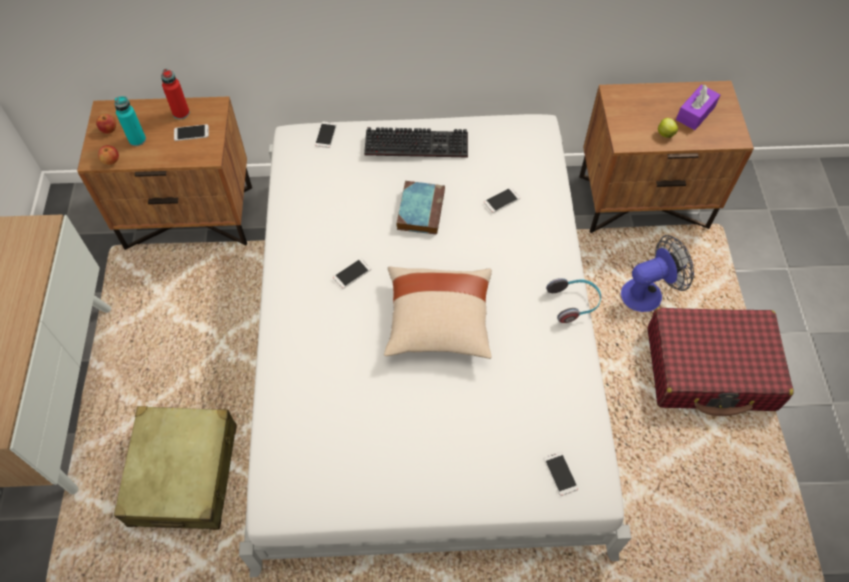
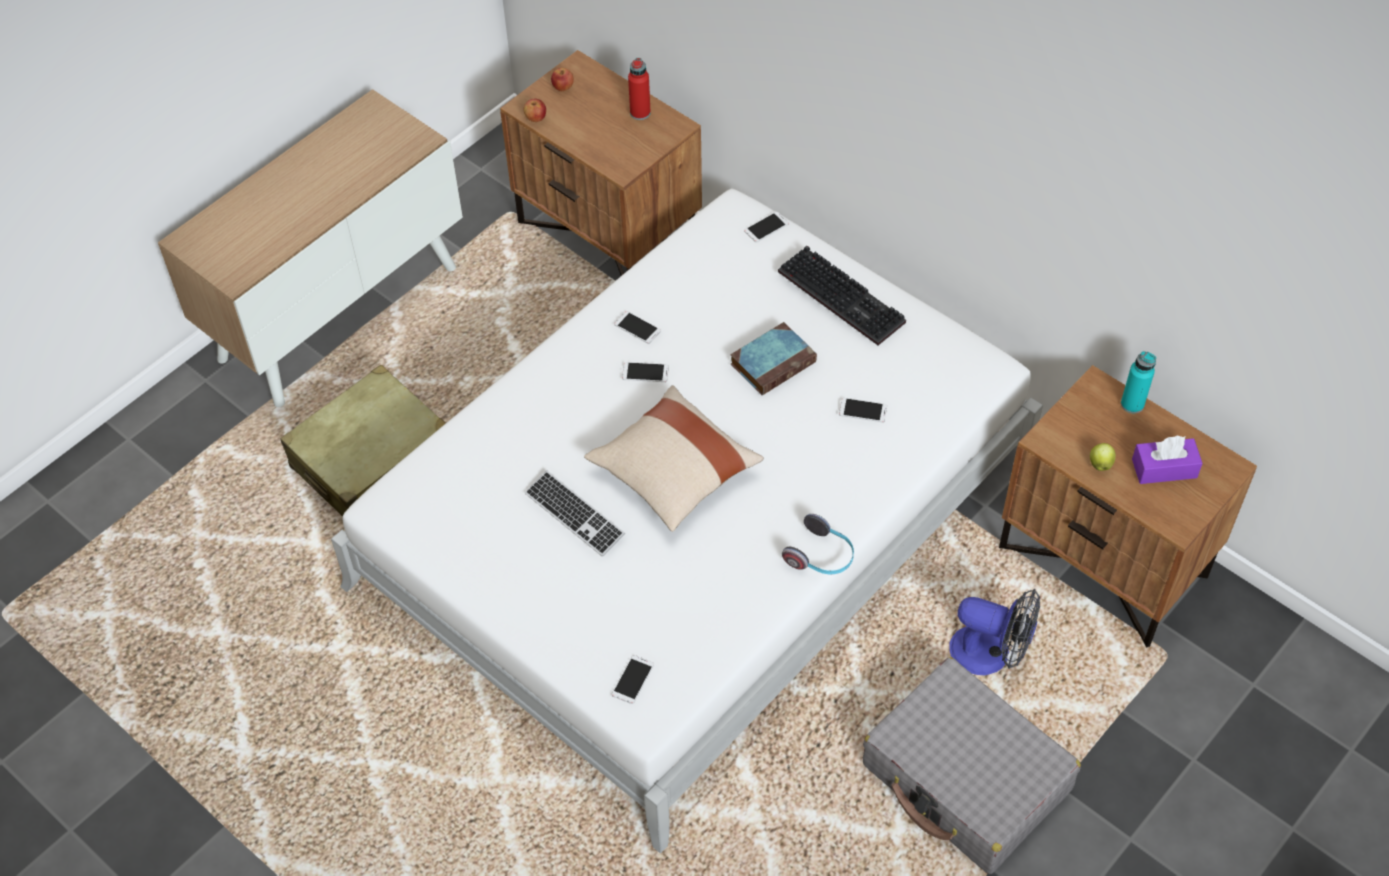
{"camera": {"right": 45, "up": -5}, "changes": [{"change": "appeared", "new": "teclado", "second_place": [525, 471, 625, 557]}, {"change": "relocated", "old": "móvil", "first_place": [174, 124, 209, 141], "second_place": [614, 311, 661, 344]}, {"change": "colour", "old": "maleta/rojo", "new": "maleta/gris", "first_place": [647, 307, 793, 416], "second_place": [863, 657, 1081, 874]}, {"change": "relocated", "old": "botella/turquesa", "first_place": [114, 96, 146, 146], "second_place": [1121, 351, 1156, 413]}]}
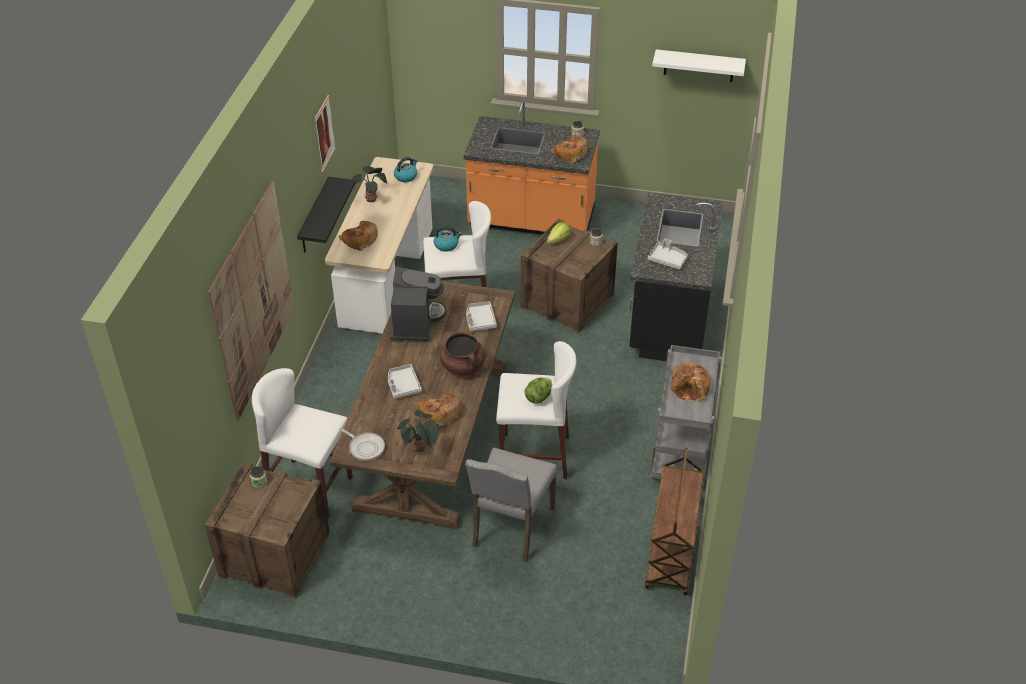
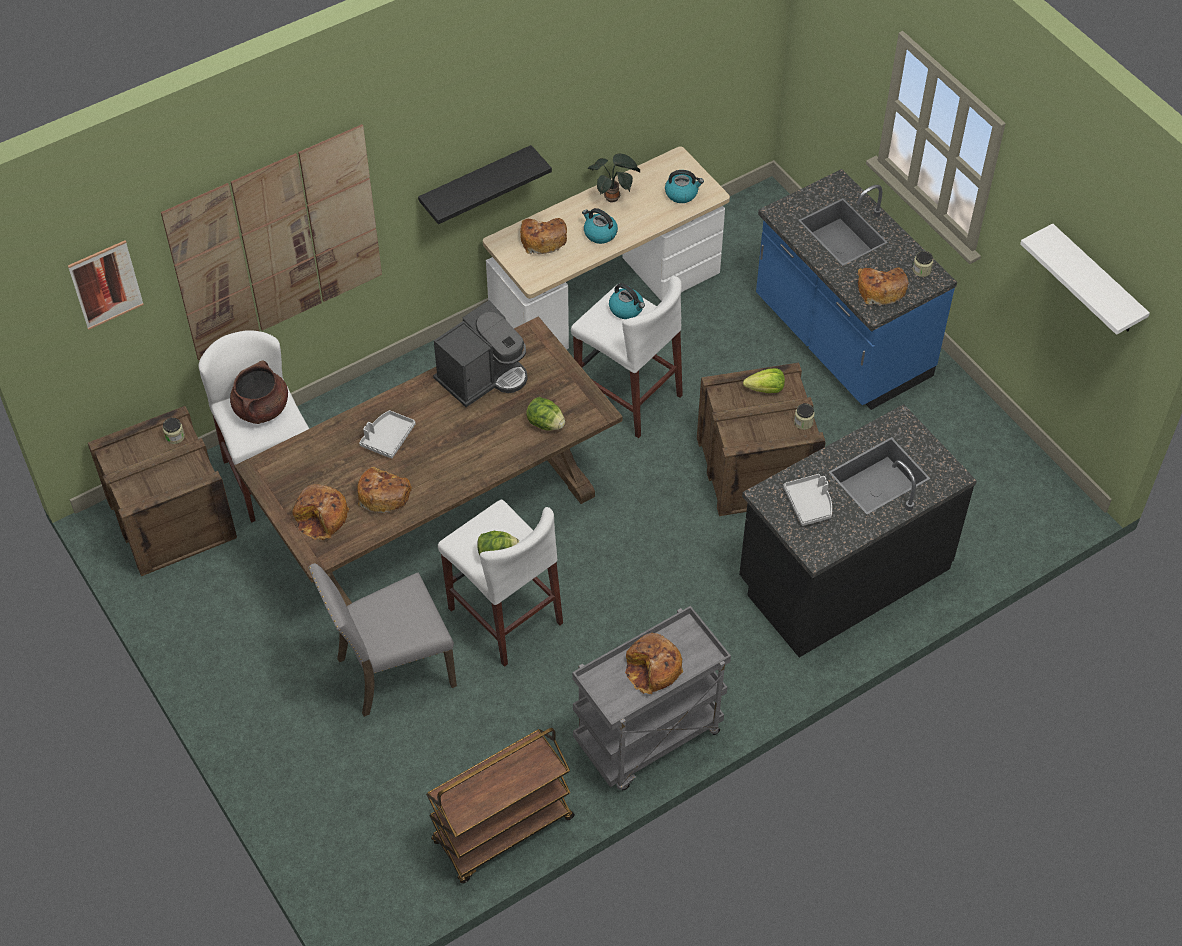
{"camera": {"right": 45, "up": 10}, "changes": [{"change": "relocated", "old": "cuadro", "first_place": [315, 95, 336, 172], "second_place": [68, 240, 144, 330]}, {"change": "relocated", "old": "olla/marrón", "first_place": [440, 332, 485, 376], "second_place": [230, 360, 288, 424]}, {"change": "exchanged", "old": "planta en maceta", "new": "pan", "first_place": [397, 410, 438, 452], "second_place": [292, 484, 350, 540]}, {"change": "exchanged", "old": "bandeja/gris", "new": "lechuga", "first_place": [466, 301, 497, 331], "second_place": [526, 397, 565, 430]}, {"change": "appeared", "new": "hervidor", "second_place": [582, 208, 618, 244]}, {"change": "colour", "old": "mueble bajo de cocina/naranja", "new": "mueble bajo de cocina/azul", "first_place": [464, 101, 600, 235], "second_place": [756, 169, 957, 410]}, {"change": "missing", "old": "sartén", "first_place": [339, 428, 385, 461]}]}
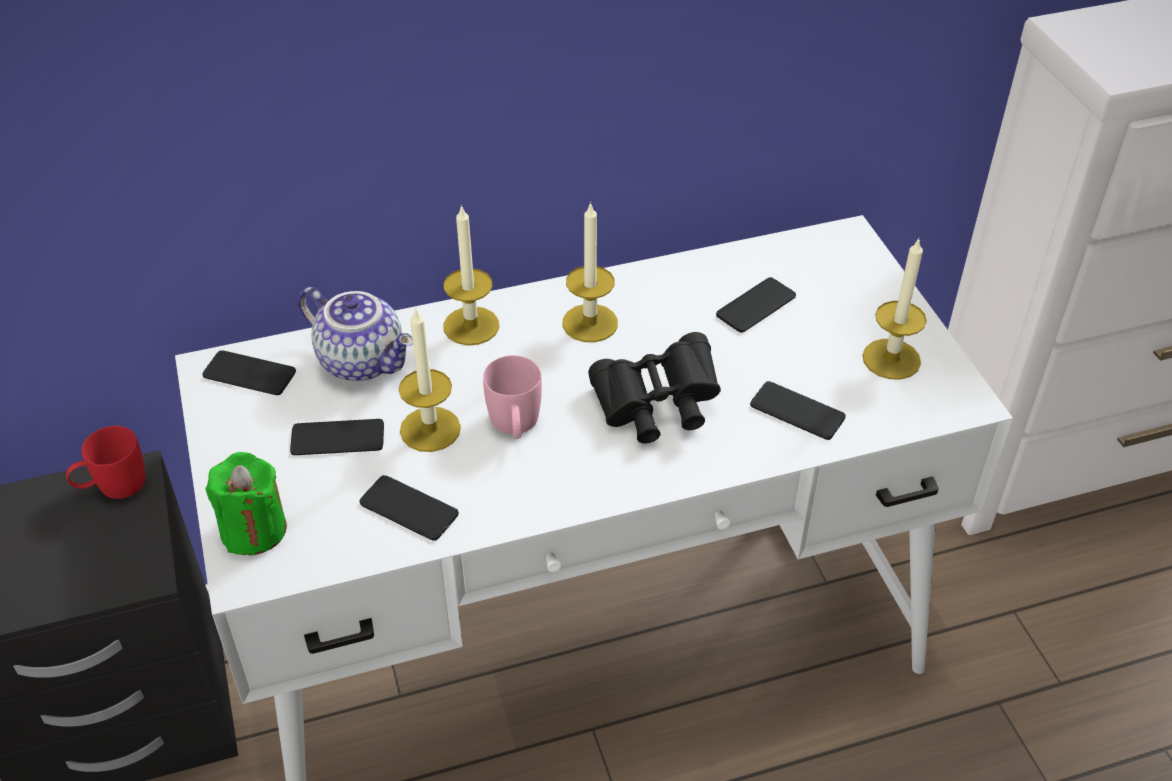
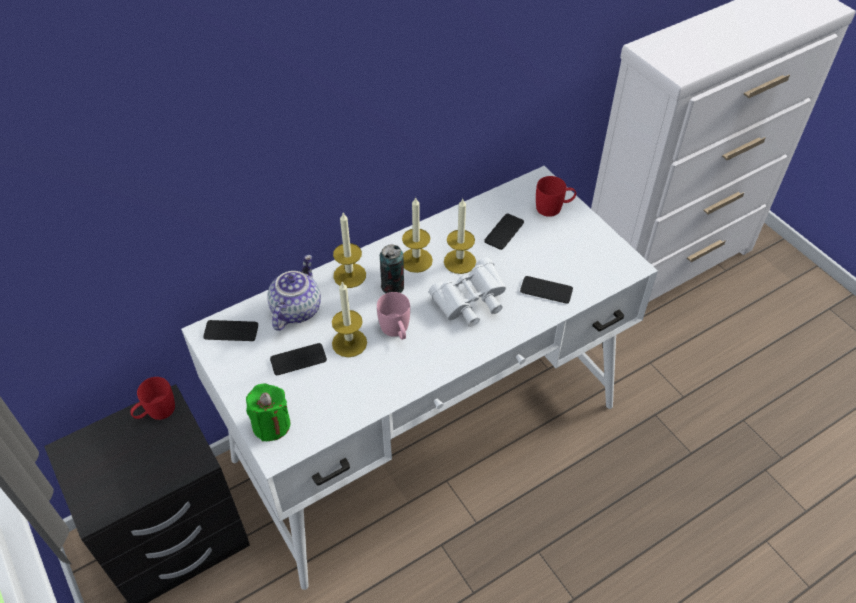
{"camera": {"right": -15, "up": 5}, "changes": [{"change": "spun", "old": "tetera", "first_place": [298, 287, 413, 382], "second_place": [267, 255, 321, 331], "degrees": -90}, {"change": "appeared", "new": "lata", "second_place": [380, 244, 404, 293]}, {"change": "colour", "old": "prismáticos/negro", "new": "prismáticos/blanco", "first_place": [588, 332, 721, 444], "second_place": [429, 257, 506, 327]}, {"change": "relocated", "old": "vela", "first_place": [863, 237, 927, 380], "second_place": [444, 199, 476, 274]}, {"change": "appeared", "new": "taza grande/rojo", "second_place": [536, 176, 576, 217]}, {"change": "missing", "old": "móvil", "first_place": [359, 475, 459, 541]}]}
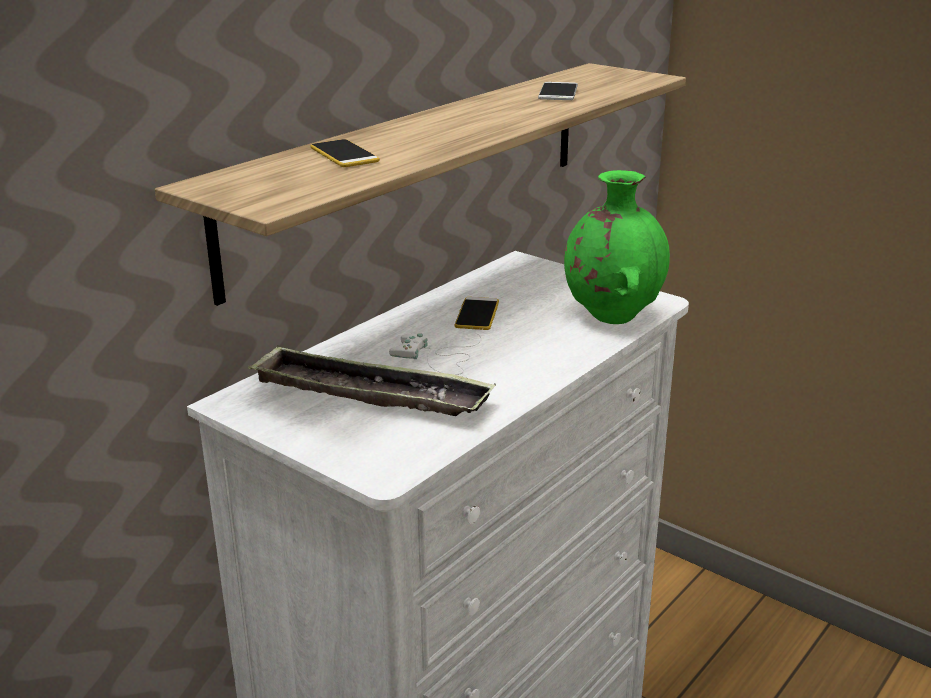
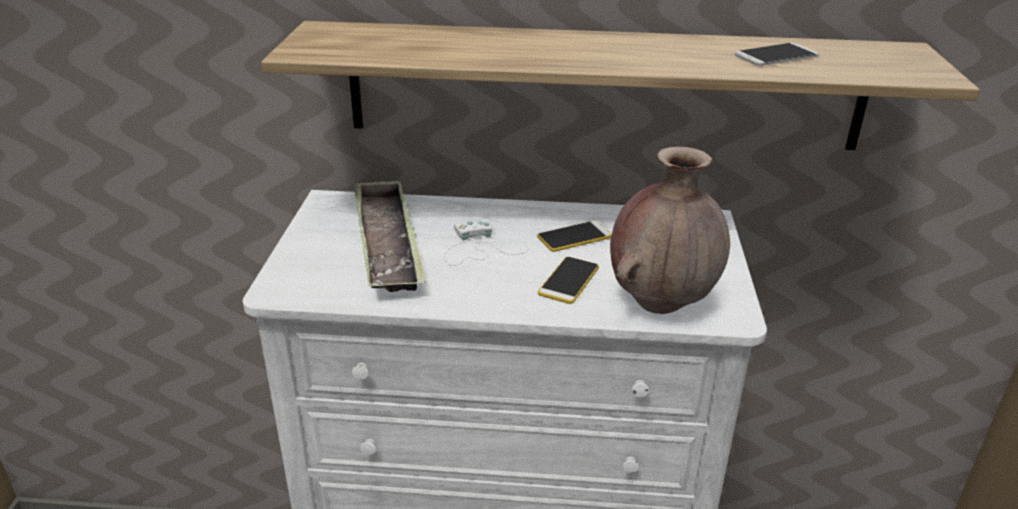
{"camera": {"right": 55, "up": 5}, "changes": [{"change": "relocated", "old": "móvil", "first_place": [310, 139, 380, 167], "second_place": [538, 257, 599, 304]}, {"change": "colour", "old": "florero/verde", "new": "florero/marrón", "first_place": [564, 170, 670, 324], "second_place": [610, 147, 730, 314]}]}
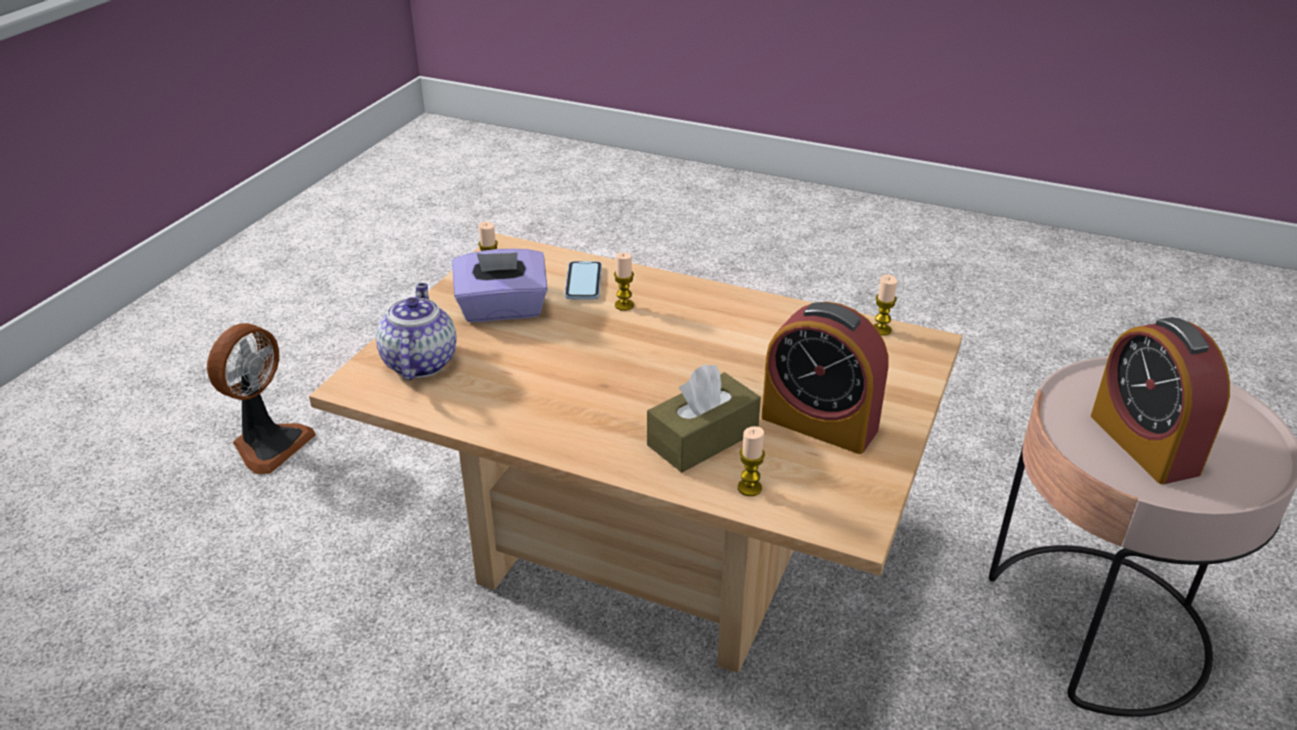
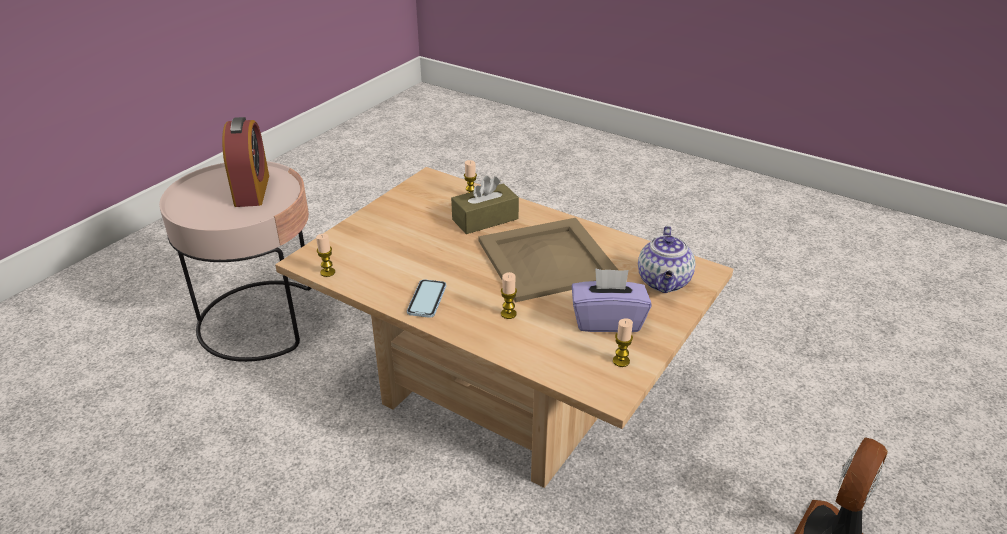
{"camera": {"right": -170, "up": 0}, "changes": [{"change": "relocated", "old": "móvil", "first_place": [565, 261, 602, 299], "second_place": [407, 279, 446, 318]}, {"change": "appeared", "new": "bandeja/beis", "second_place": [478, 218, 618, 302]}, {"change": "missing", "old": "despertador", "first_place": [761, 302, 888, 454]}]}
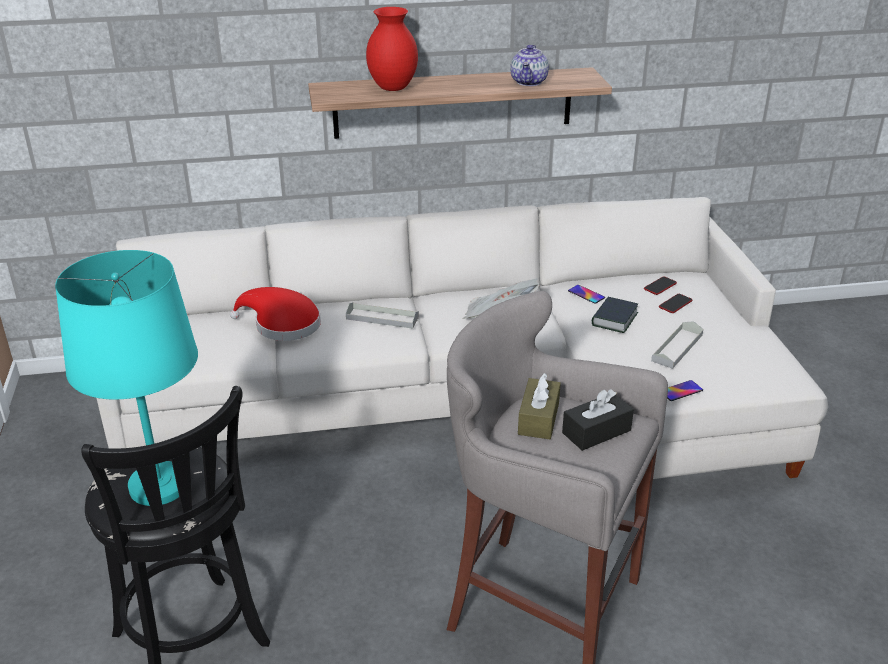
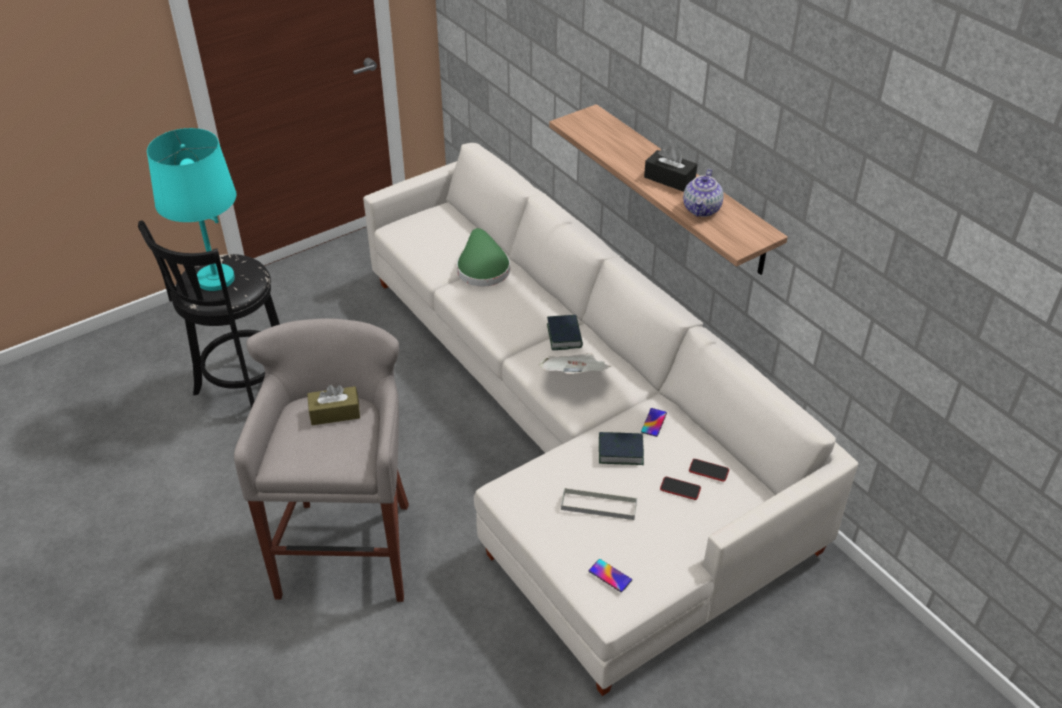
{"camera": {"right": 65, "up": 10}, "changes": [{"change": "colour", "old": "sombrero/rojo", "new": "sombrero/verde", "first_place": [230, 287, 321, 341], "second_place": [457, 228, 510, 287]}, {"change": "appeared", "new": "libro", "second_place": [547, 315, 583, 350]}, {"change": "relocated", "old": "móvil", "first_place": [667, 380, 703, 401], "second_place": [589, 559, 632, 592]}, {"change": "relocated", "old": "caja de pañuelos/negro", "first_place": [562, 389, 634, 451], "second_place": [644, 146, 697, 192]}, {"change": "spun", "old": "tetera", "first_place": [510, 45, 549, 86], "second_place": [683, 169, 724, 217], "degrees": -60}, {"change": "missing", "old": "bandeja/gris", "first_place": [346, 302, 419, 329]}, {"change": "missing", "old": "florero/rojo", "first_place": [366, 7, 418, 91]}]}
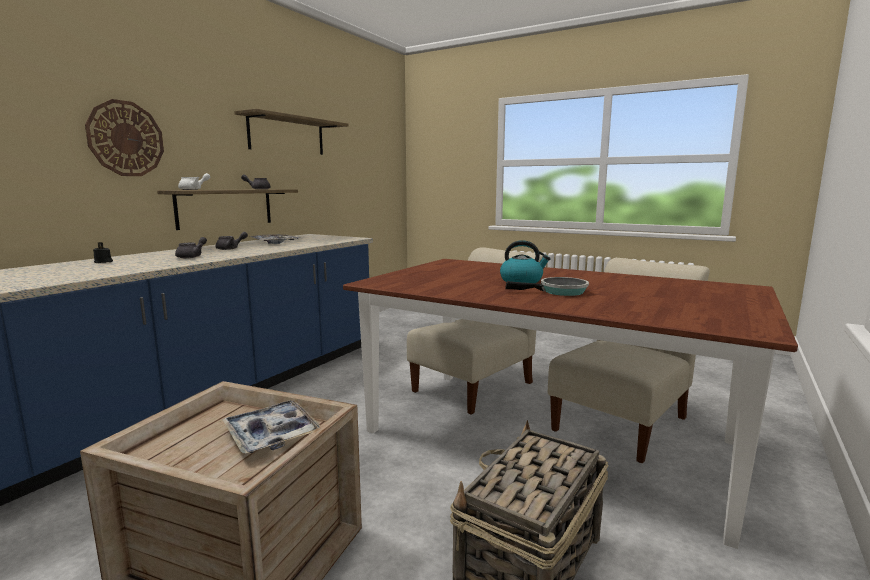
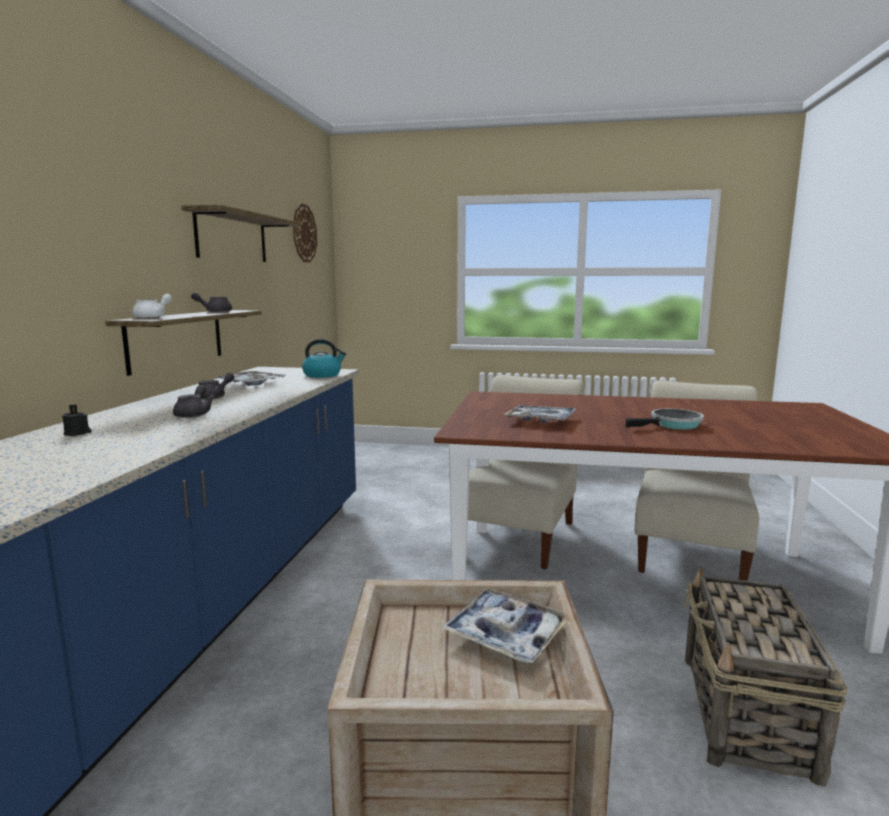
{"camera": {"right": -20, "up": 0}, "changes": [{"change": "relocated", "old": "reloj de pared", "first_place": [85, 99, 164, 176], "second_place": [293, 203, 317, 262]}, {"change": "relocated", "old": "hervidor", "first_place": [500, 240, 551, 283], "second_place": [302, 339, 346, 378]}, {"change": "appeared", "new": "bandeja", "second_place": [504, 405, 576, 423]}]}
